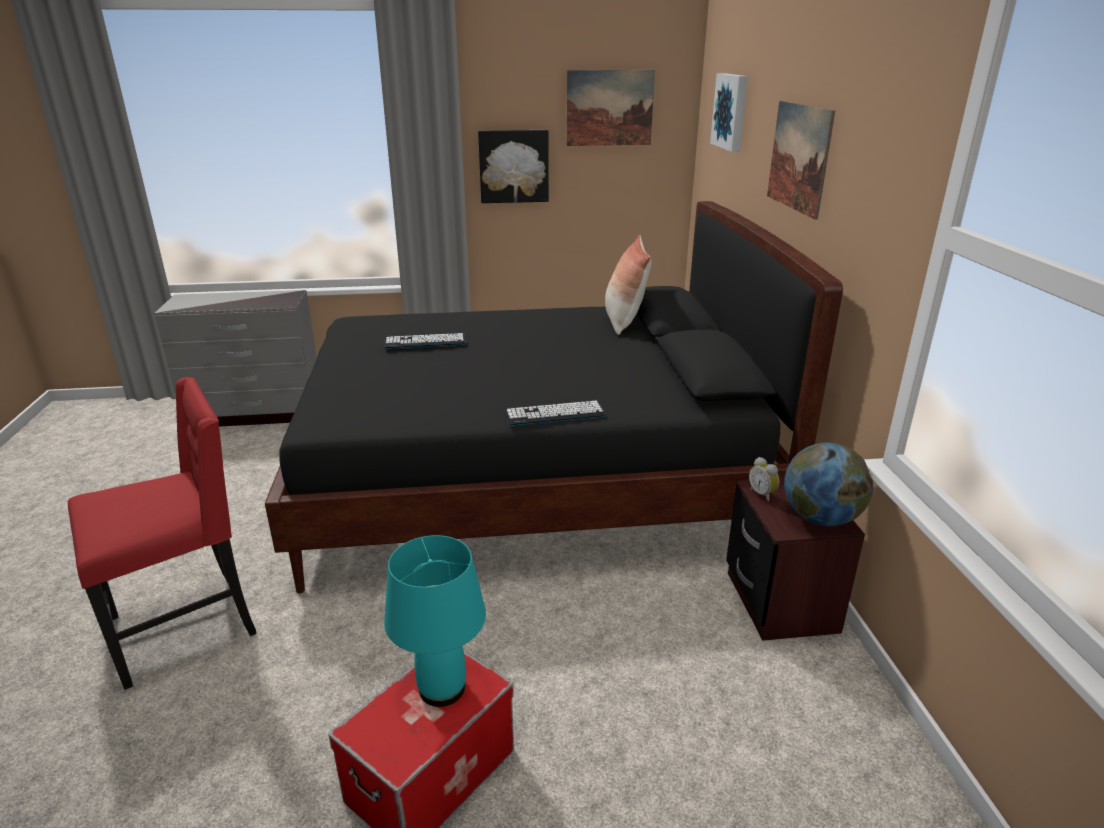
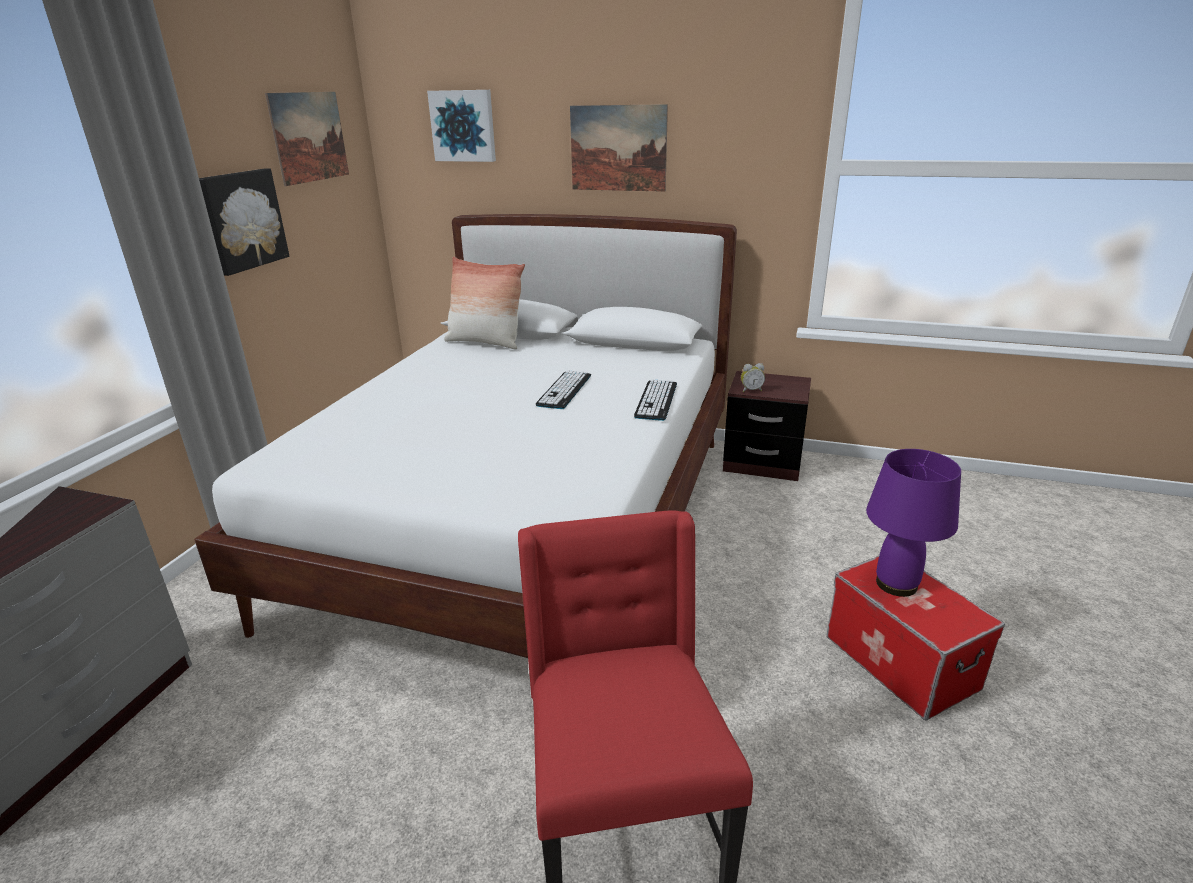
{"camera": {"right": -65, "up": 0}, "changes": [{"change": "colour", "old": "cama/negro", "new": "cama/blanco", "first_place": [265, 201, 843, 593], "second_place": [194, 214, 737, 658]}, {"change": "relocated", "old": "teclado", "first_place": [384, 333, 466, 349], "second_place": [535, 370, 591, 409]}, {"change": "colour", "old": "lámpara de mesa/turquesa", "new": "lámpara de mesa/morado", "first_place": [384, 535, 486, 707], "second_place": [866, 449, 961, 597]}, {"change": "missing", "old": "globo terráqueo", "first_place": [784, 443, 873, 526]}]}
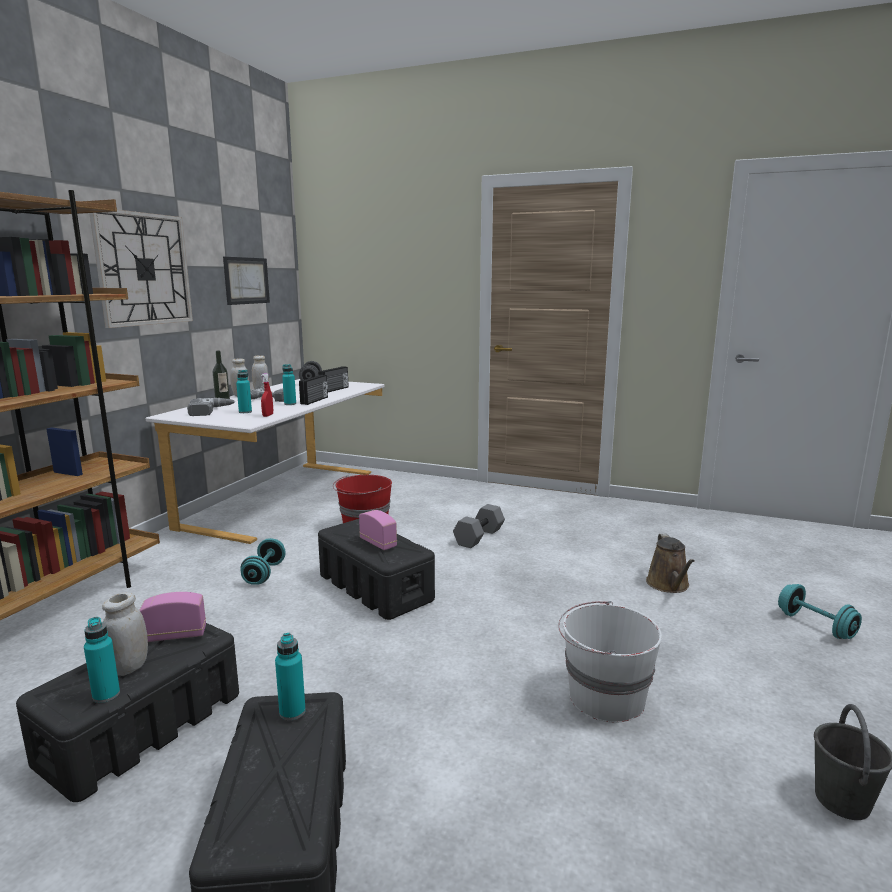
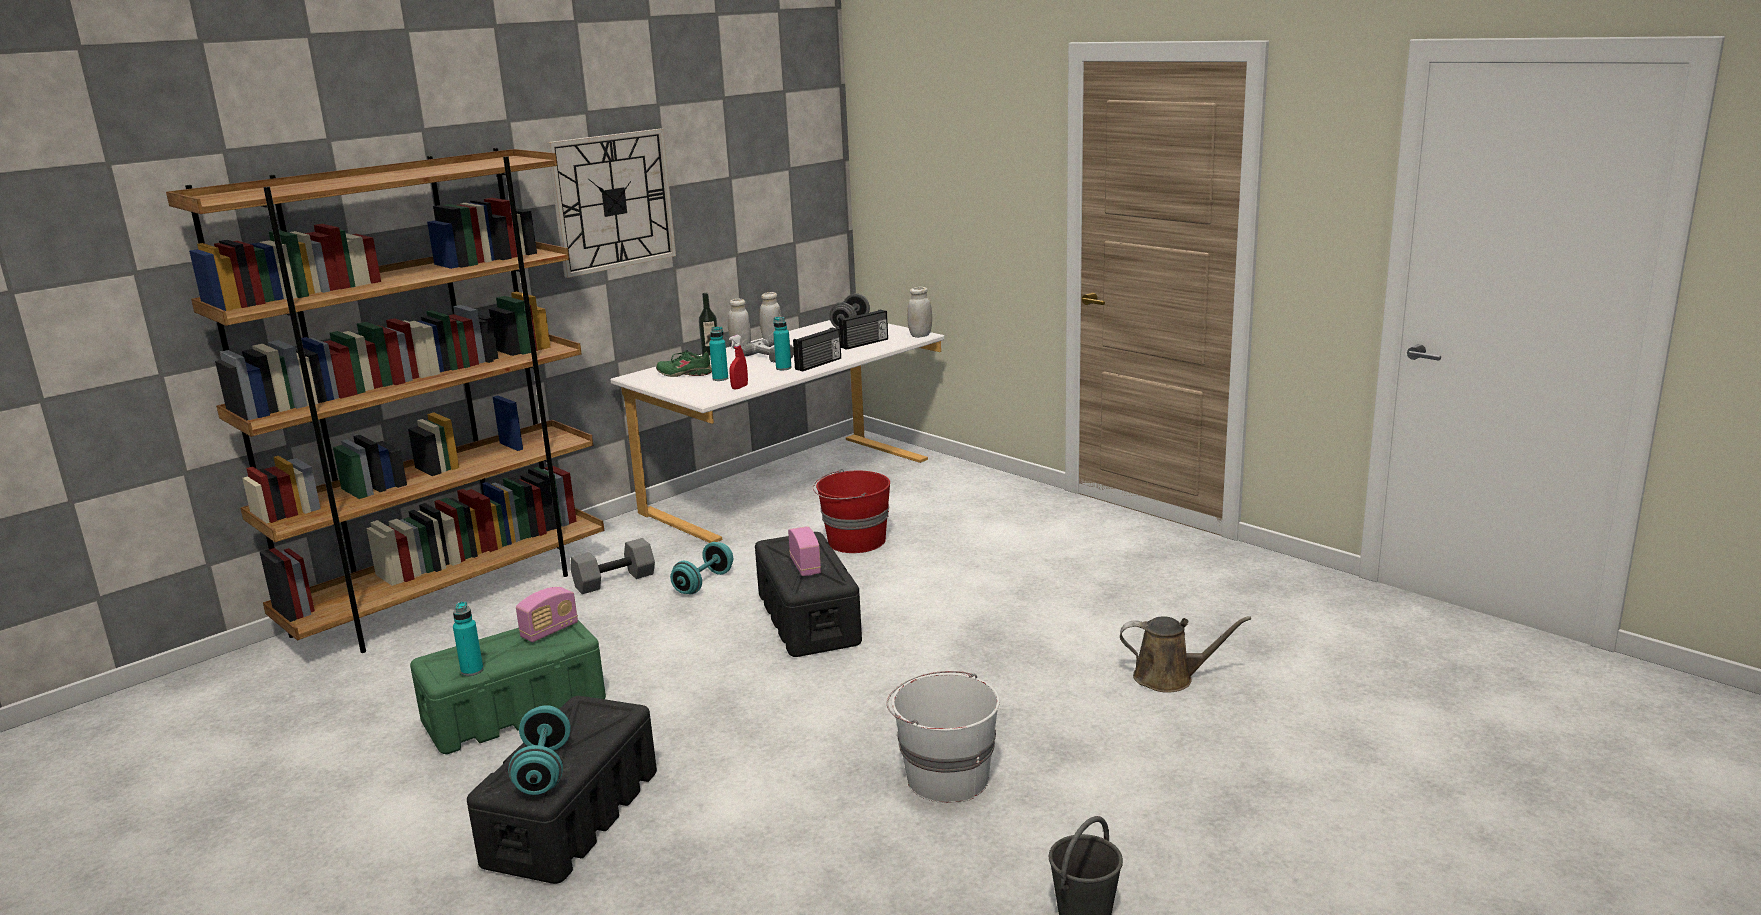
{"camera": {"right": 25, "up": 5}, "changes": [{"change": "colour", "old": "caja de almacenaje/negro", "new": "caja de almacenaje/verde", "first_place": [16, 623, 239, 802], "second_place": [410, 620, 606, 754]}, {"change": "relocated", "old": "mancuerna/turquesa", "first_place": [778, 584, 862, 639], "second_place": [508, 705, 571, 795]}, {"change": "spun", "old": "radio", "first_place": [139, 592, 206, 642], "second_place": [516, 587, 578, 642], "degrees": 120}, {"change": "relocated", "old": "mancuerna/gris", "first_place": [453, 504, 505, 548], "second_place": [570, 538, 655, 594]}, {"change": "exchanged", "old": "taladro", "new": "zapato/verde", "first_place": [187, 398, 235, 416], "second_place": [656, 350, 712, 377]}, {"change": "relocated", "old": "tarro/blanco", "first_place": [102, 592, 148, 676], "second_place": [907, 287, 932, 338]}, {"change": "spun", "old": "regadera/marrón", "first_place": [646, 534, 695, 593], "second_place": [1120, 616, 1251, 693], "degrees": -105}, {"change": "missing", "old": "cuadro", "first_place": [223, 257, 270, 305]}, {"change": "missing", "old": "botella/turquesa", "first_place": [275, 633, 306, 720]}]}
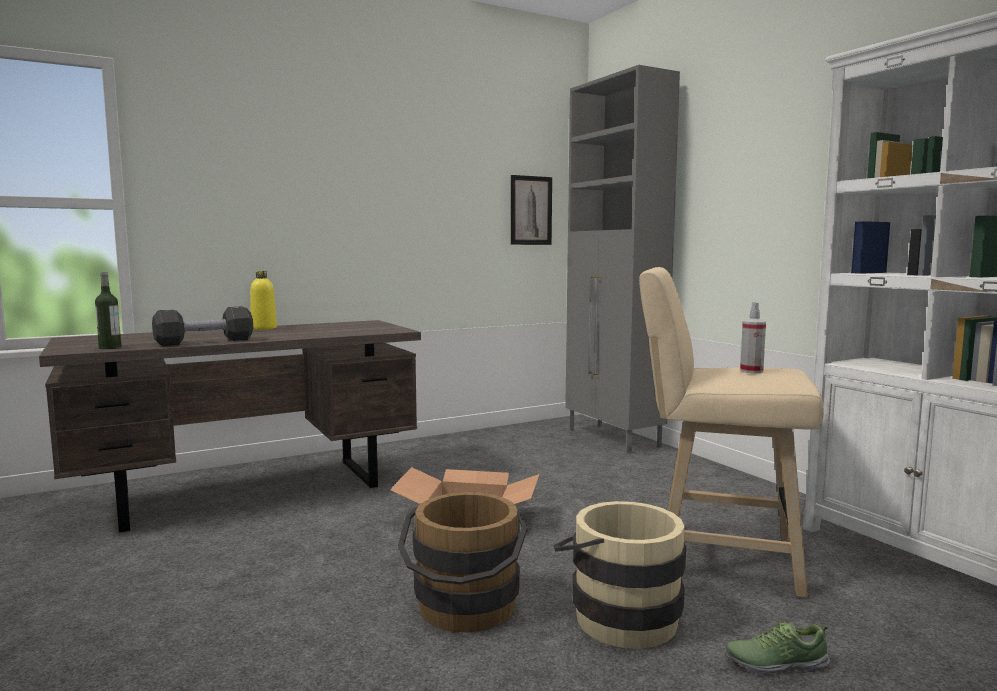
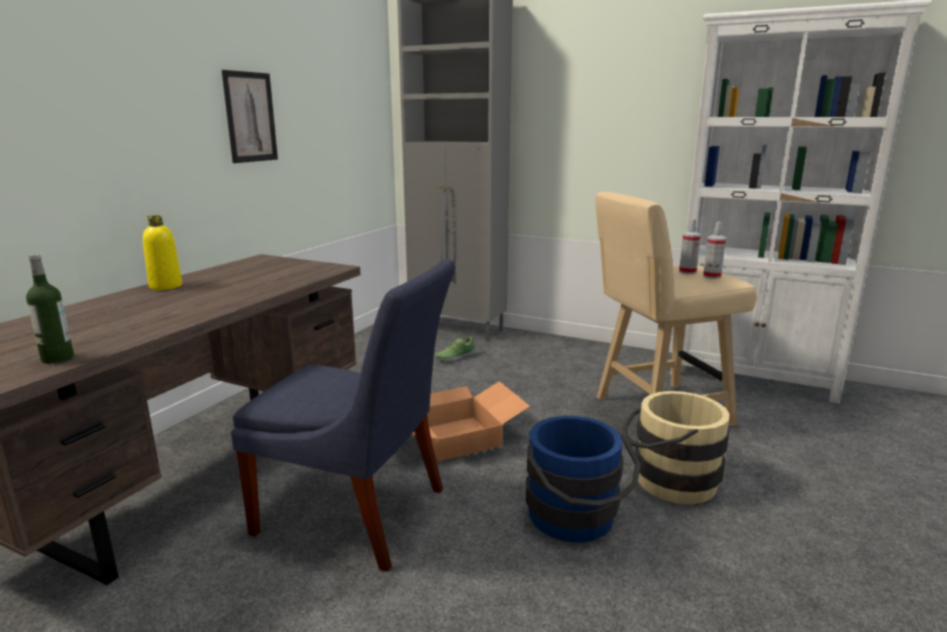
{"camera": {"right": -35, "up": 10}, "changes": [{"change": "relocated", "old": "cuadro", "first_place": [511, 175, 552, 245], "second_place": [222, 70, 278, 163]}, {"change": "appeared", "new": "silla/azul", "second_place": [231, 259, 456, 572]}, {"change": "relocated", "old": "zapato", "first_place": [726, 622, 830, 675], "second_place": [435, 336, 476, 363]}, {"change": "colour", "old": "cubo/marrón", "new": "cubo/azul", "first_place": [398, 492, 528, 632], "second_place": [526, 416, 641, 542]}, {"change": "appeared", "new": "pulverizador", "second_place": [703, 222, 726, 279]}, {"change": "missing", "old": "mancuerna/negro", "first_place": [152, 306, 253, 346]}]}
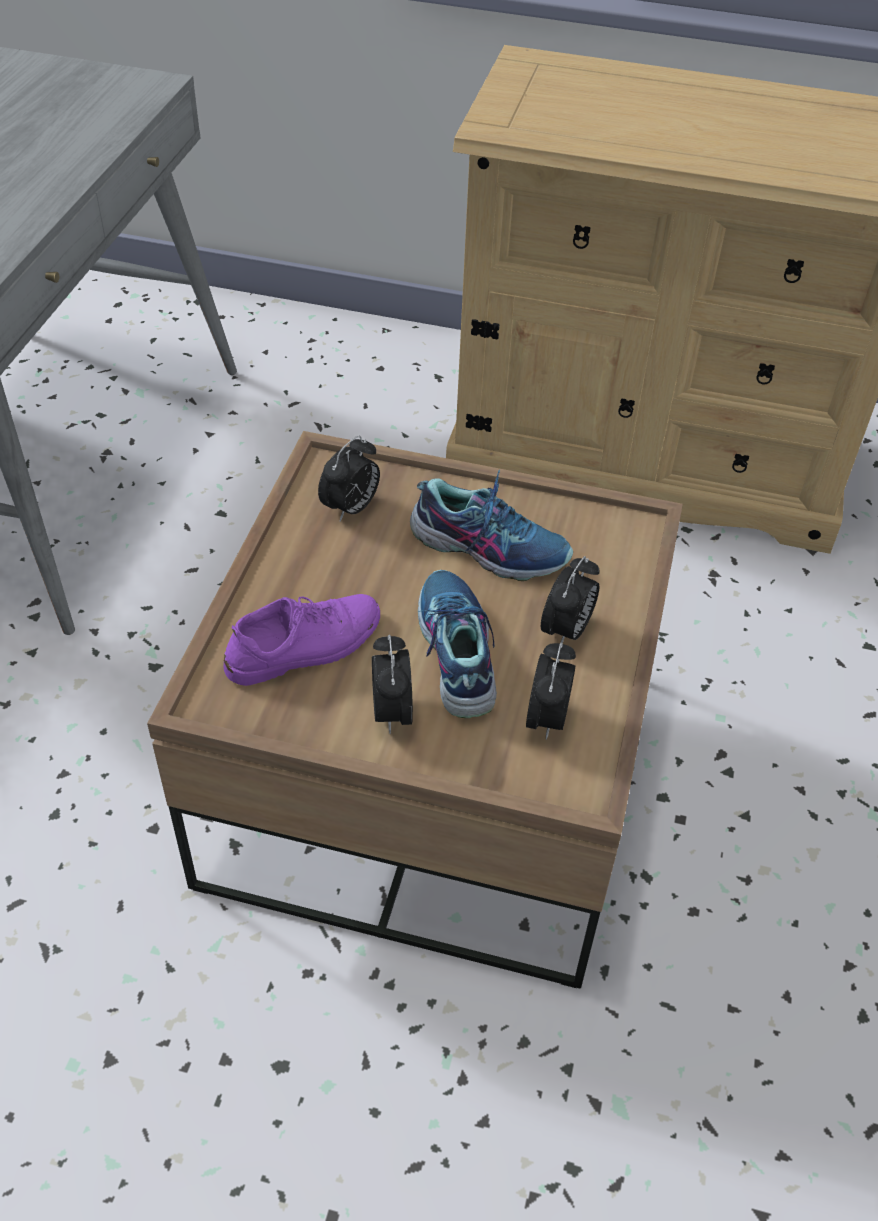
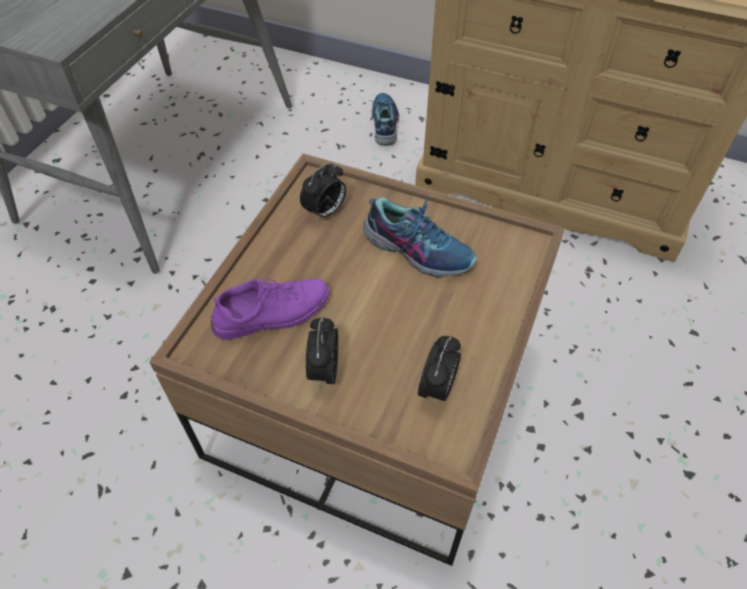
{"camera": {"right": 10, "up": 5}, "changes": [{"change": "relocated", "old": "zapato", "first_place": [418, 570, 497, 718], "second_place": [370, 93, 399, 145]}, {"change": "missing", "old": "despertador", "first_place": [541, 556, 600, 643]}]}
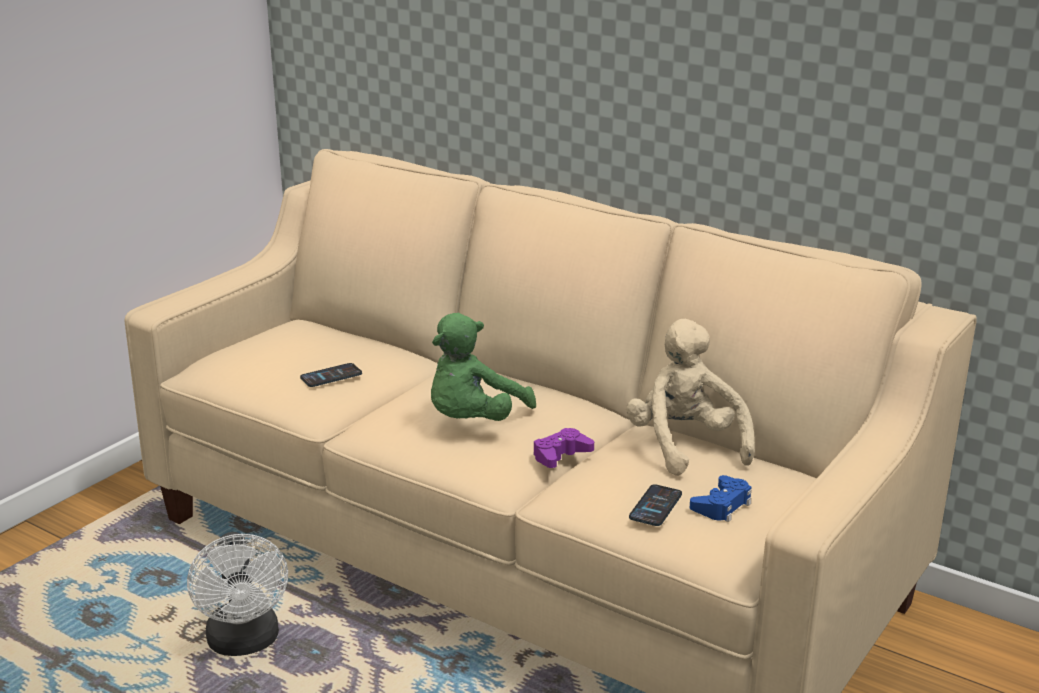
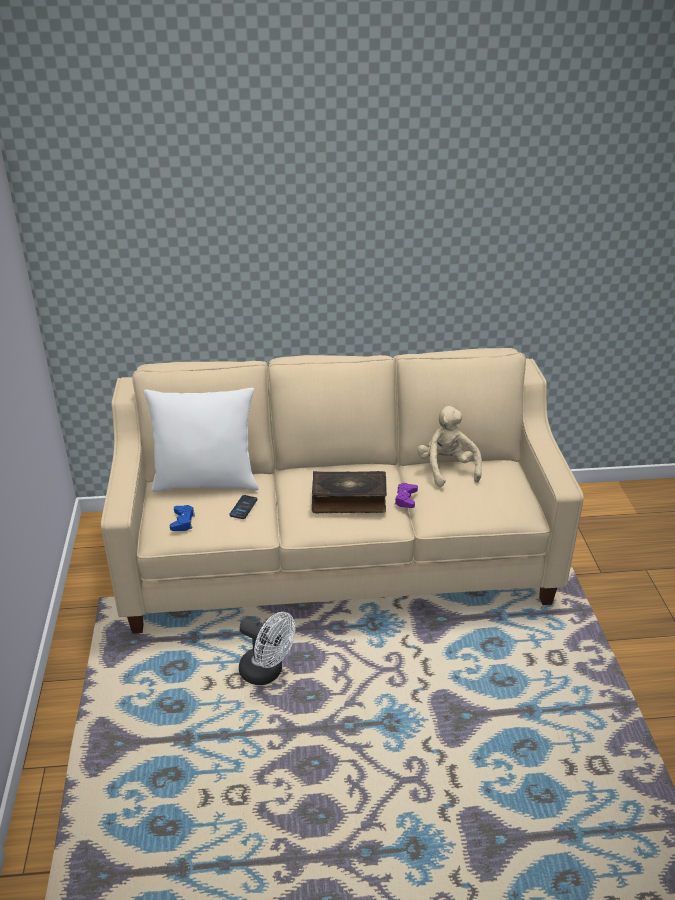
{"camera": {"right": -40, "up": 10}, "changes": [{"change": "appeared", "new": "cojín/blanco", "second_place": [144, 388, 258, 492]}, {"change": "relocated", "old": "mando de consola/azul", "first_place": [690, 475, 752, 522], "second_place": [170, 505, 195, 531]}, {"change": "exchanged", "old": "peluche/verde", "new": "libro", "first_place": [431, 313, 536, 421], "second_place": [312, 471, 387, 513]}, {"change": "spun", "old": "peluche/beis", "first_place": [626, 319, 755, 476], "second_place": [417, 406, 482, 487], "degrees": 45}, {"change": "missing", "old": "móvil", "first_place": [629, 484, 682, 526]}]}
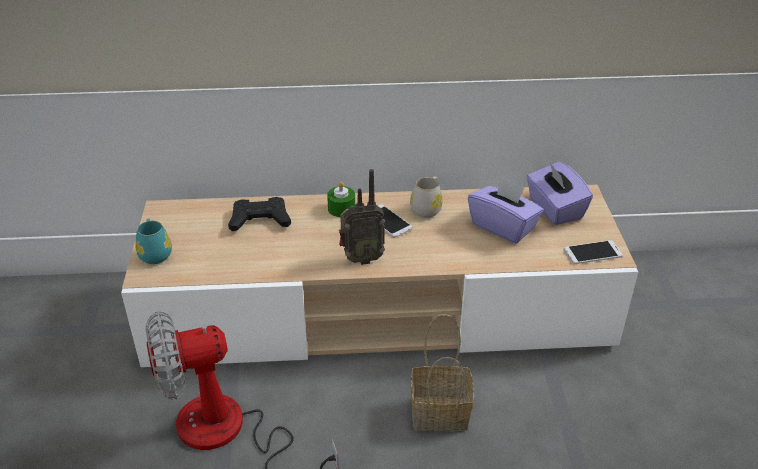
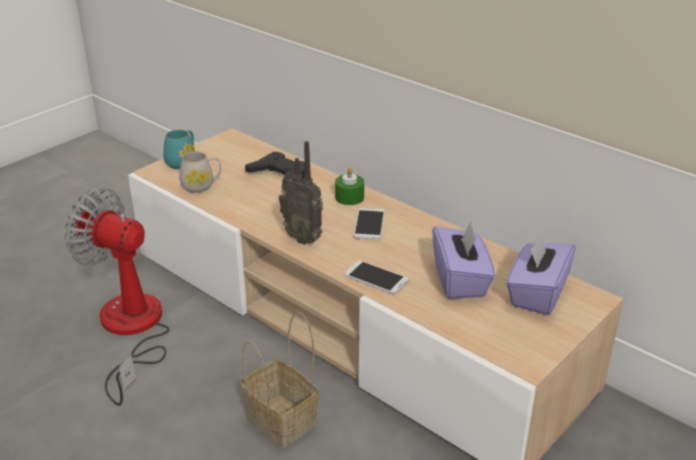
{"camera": {"right": 45, "up": -5}, "changes": [{"change": "relocated", "old": "taza grande/blanco", "first_place": [410, 176, 443, 218], "second_place": [179, 151, 222, 193]}, {"change": "relocated", "old": "móvil", "first_place": [564, 240, 623, 264], "second_place": [344, 260, 409, 294]}]}
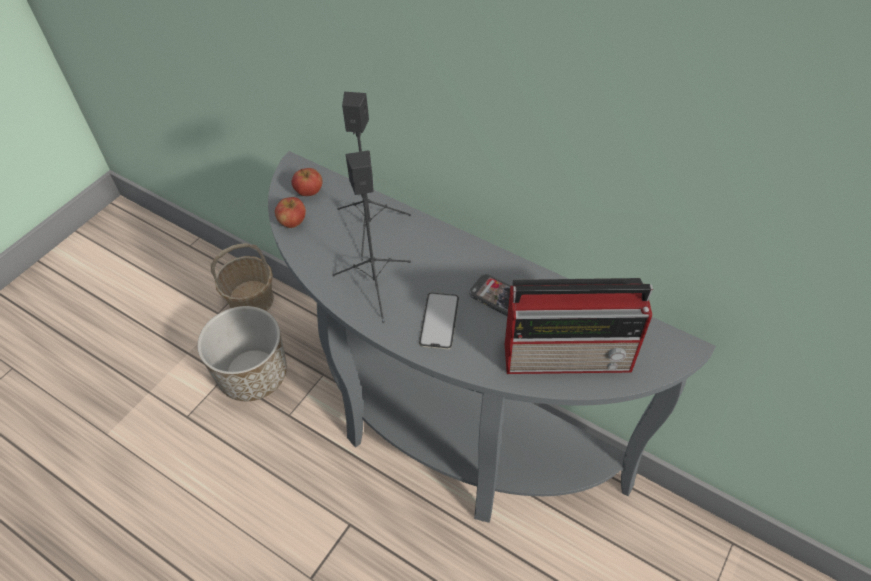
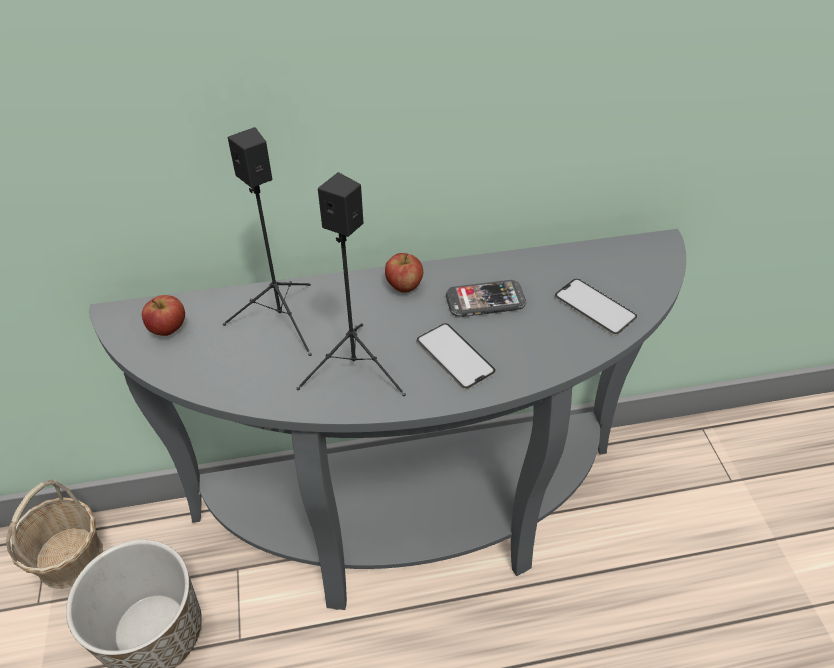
{"camera": {"right": -45, "up": -5}, "changes": [{"change": "relocated", "old": "manzana", "first_place": [275, 197, 306, 228], "second_place": [385, 253, 423, 293]}, {"change": "exchanged", "old": "radio", "new": "móvil", "first_place": [505, 278, 653, 374], "second_place": [554, 278, 637, 336]}]}
